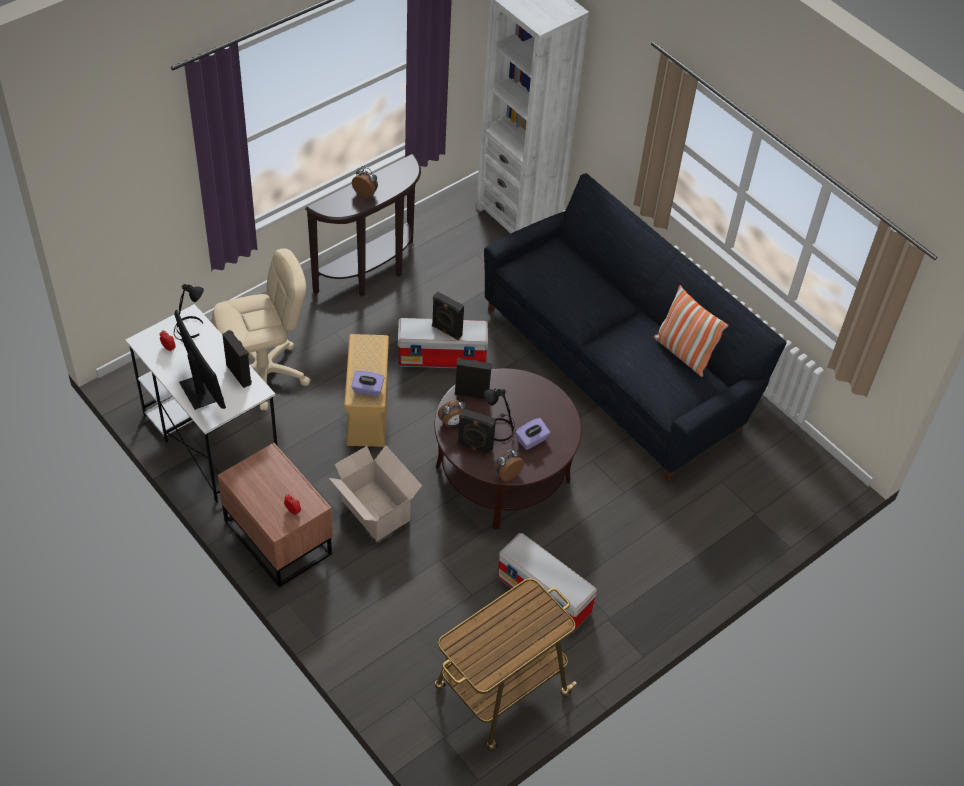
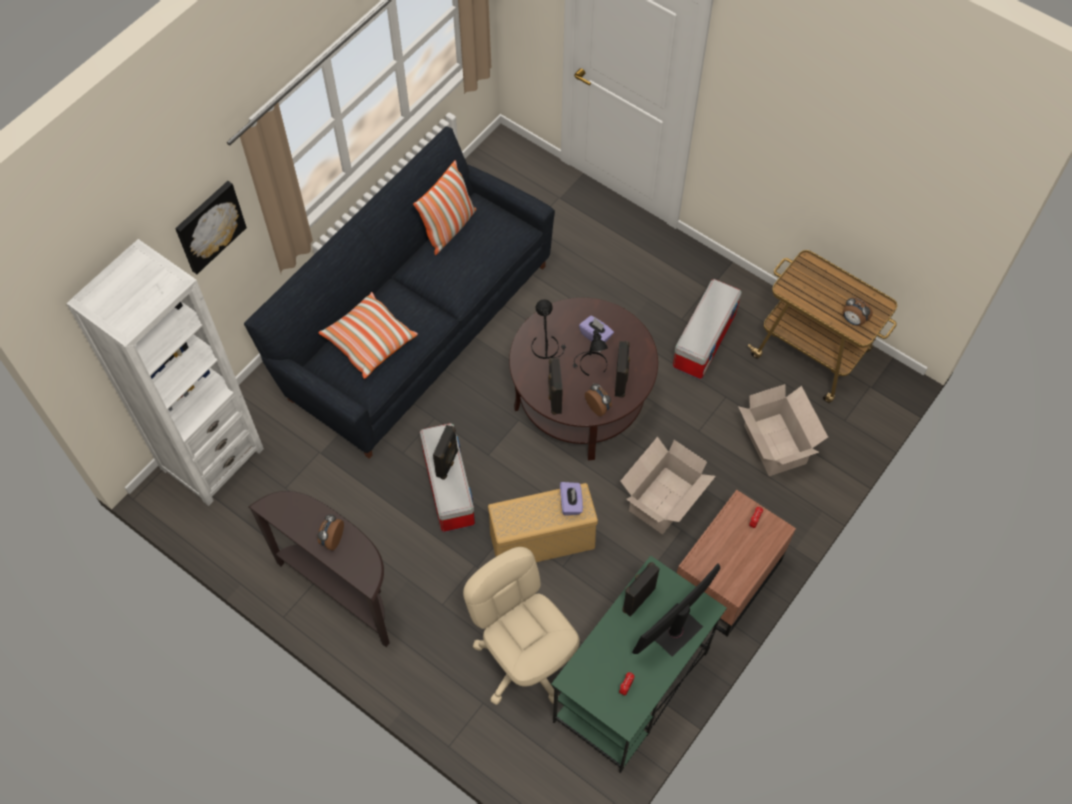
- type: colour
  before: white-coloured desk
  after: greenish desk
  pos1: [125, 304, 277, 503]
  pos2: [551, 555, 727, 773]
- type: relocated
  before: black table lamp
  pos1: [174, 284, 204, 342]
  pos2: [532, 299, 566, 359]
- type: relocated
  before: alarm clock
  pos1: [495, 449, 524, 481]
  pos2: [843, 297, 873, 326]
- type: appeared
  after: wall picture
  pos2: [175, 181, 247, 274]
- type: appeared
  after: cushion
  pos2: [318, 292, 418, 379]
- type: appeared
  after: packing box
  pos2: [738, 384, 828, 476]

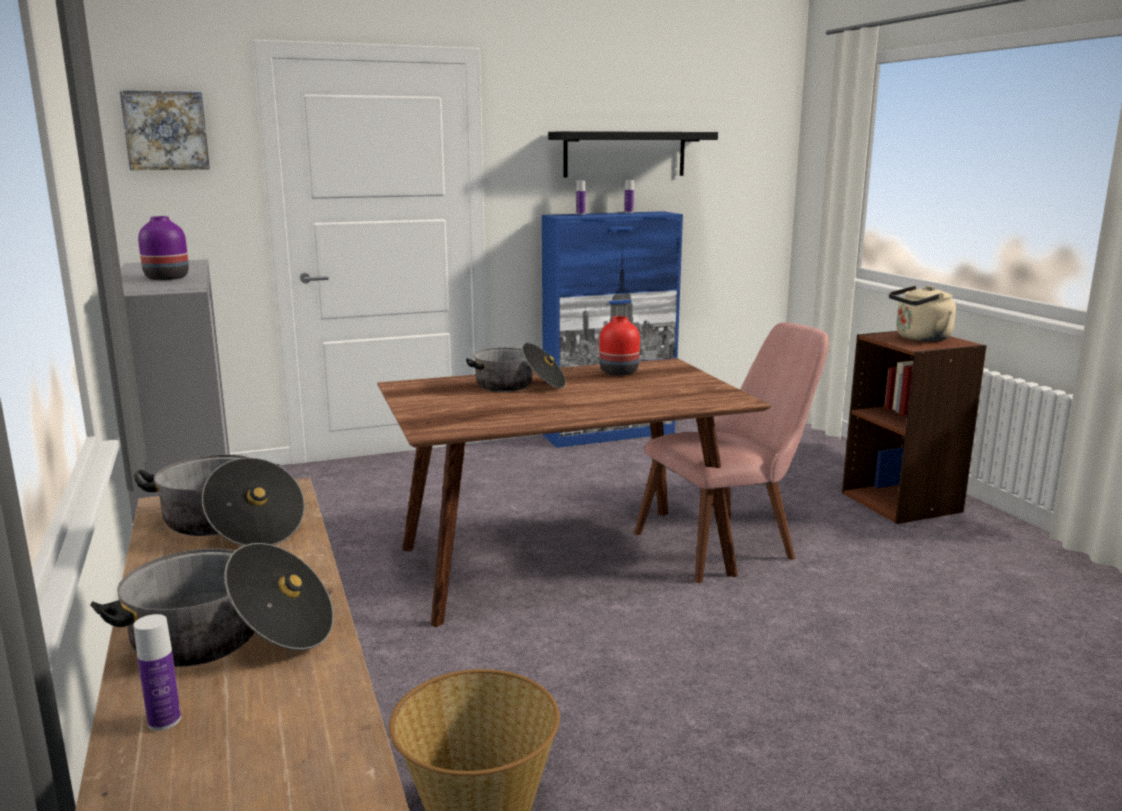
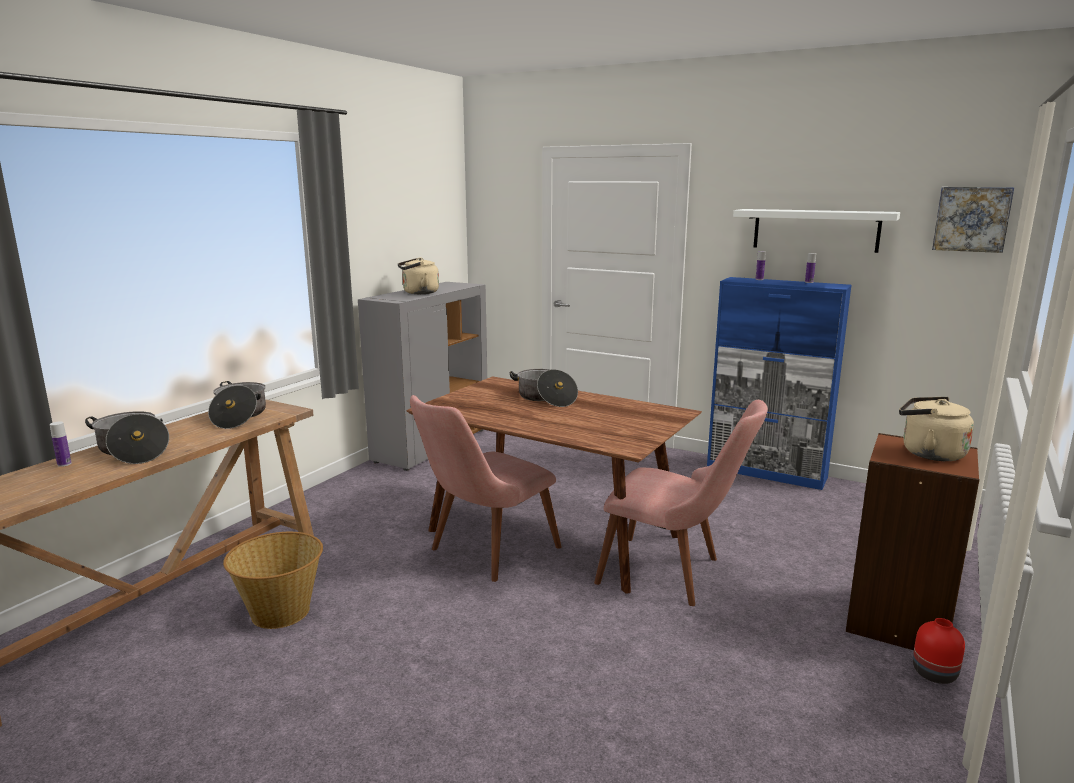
- type: relocated
  before: wall picture
  pos1: [120, 90, 210, 170]
  pos2: [932, 187, 1014, 253]
- type: exchanged
  before: purple-coloured decorative vase
  after: sand-coloured kettle
  pos1: [138, 216, 189, 280]
  pos2: [398, 257, 439, 294]
- type: colour
  before: black shelf
  after: white-coloured shelf
  pos1: [548, 131, 718, 177]
  pos2: [733, 209, 900, 253]
- type: relocated
  before: red-coloured decorative vase
  pos1: [599, 316, 640, 376]
  pos2: [913, 618, 965, 684]
- type: appeared
  after: pinkish chair
  pos2: [410, 395, 562, 582]

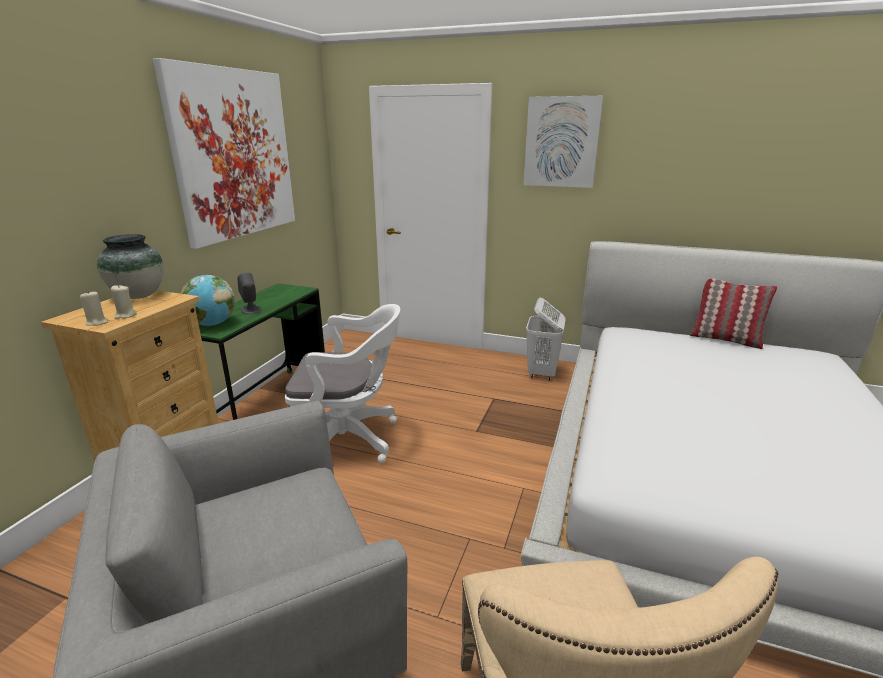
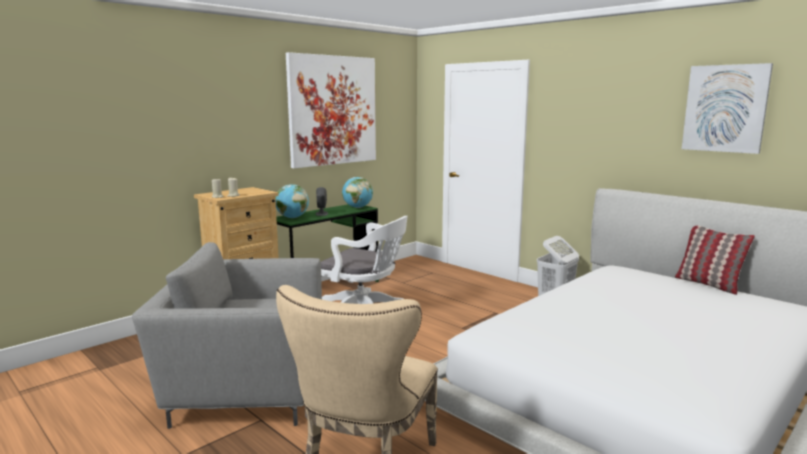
- type: missing
  before: decorative vase
  pos1: [97, 234, 163, 299]
- type: relocated
  before: wall picture
  pos1: [523, 96, 603, 188]
  pos2: [682, 63, 773, 154]
- type: appeared
  after: globe
  pos2: [342, 177, 373, 208]

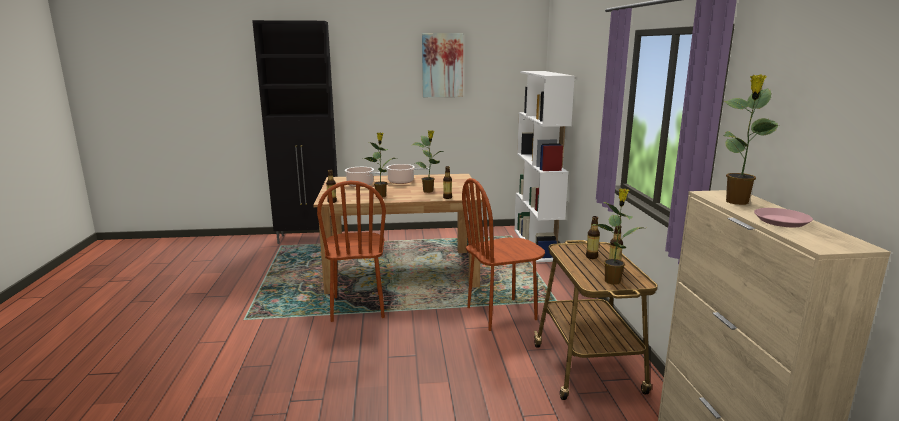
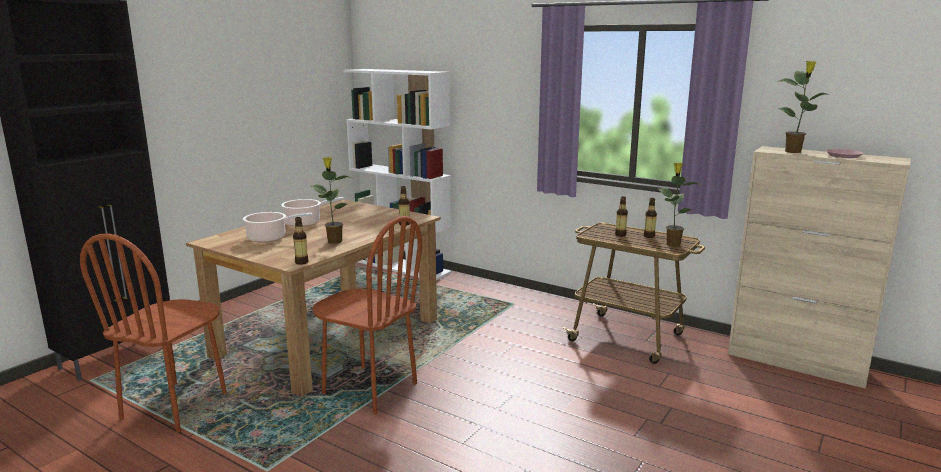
- type: missing
  before: houseplant
  pos1: [412, 130, 445, 193]
- type: missing
  before: wall picture
  pos1: [422, 33, 463, 97]
- type: relocated
  before: brown chair
  pos1: [462, 178, 545, 331]
  pos2: [80, 234, 227, 433]

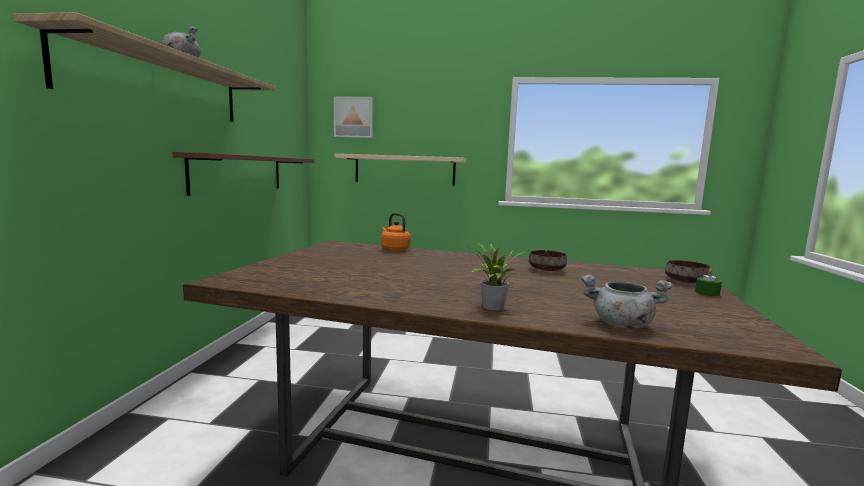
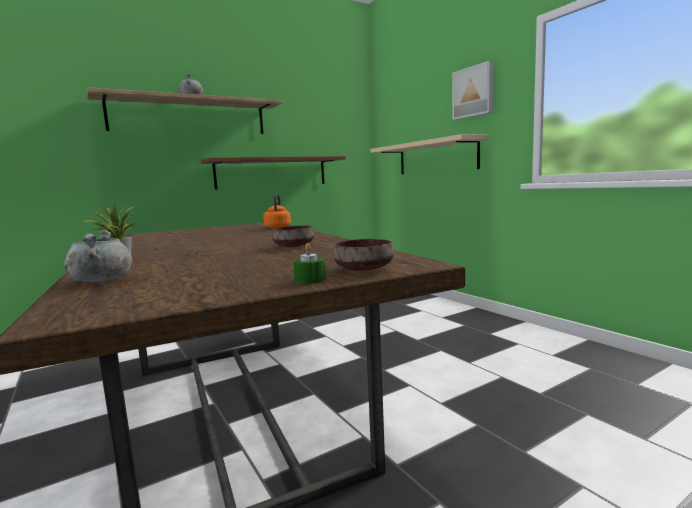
- type: relocated
  before: wall picture
  pos1: [334, 96, 373, 138]
  pos2: [452, 60, 494, 120]

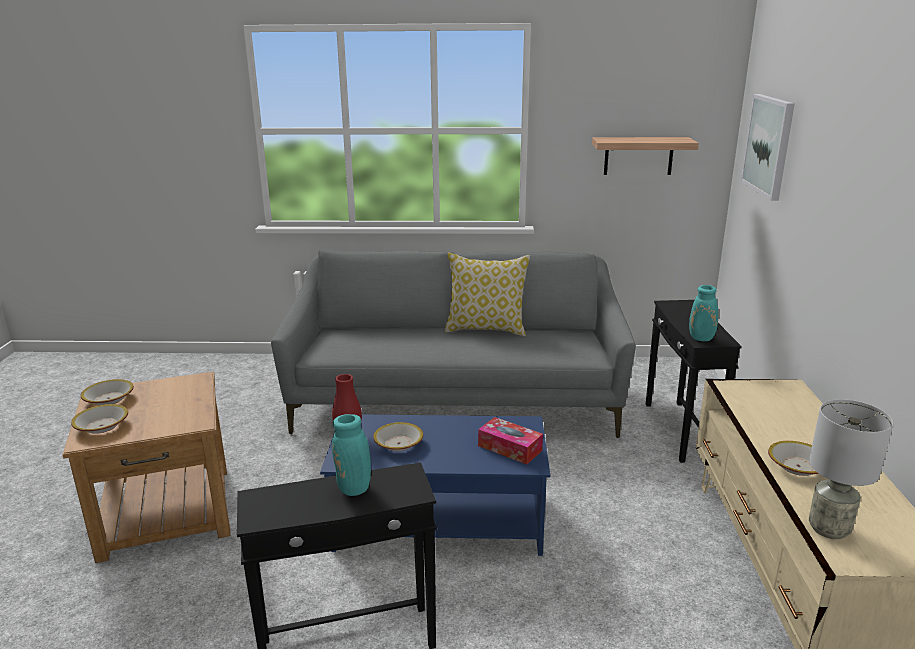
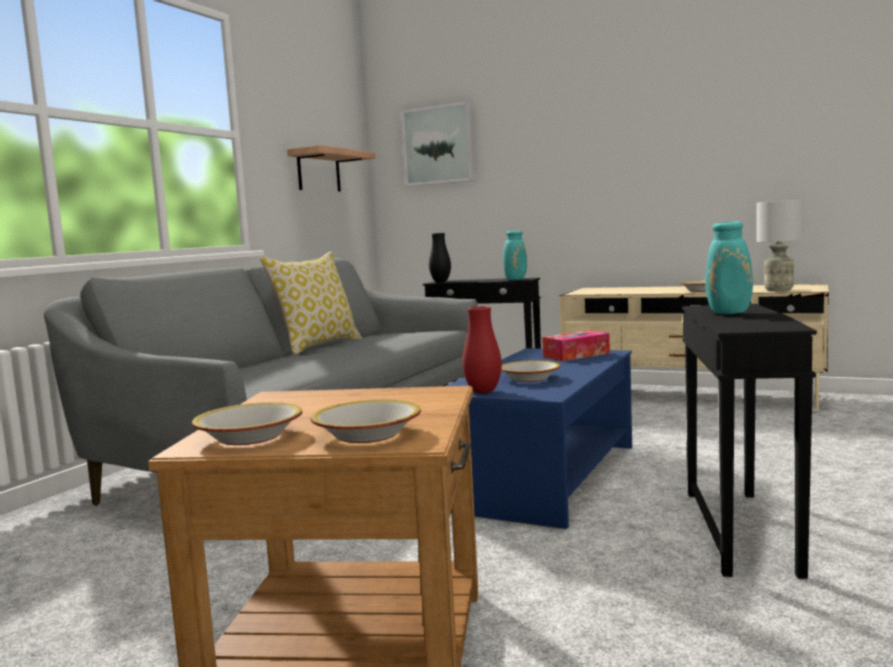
- type: appeared
  after: black decorative vase
  pos2: [429, 233, 451, 282]

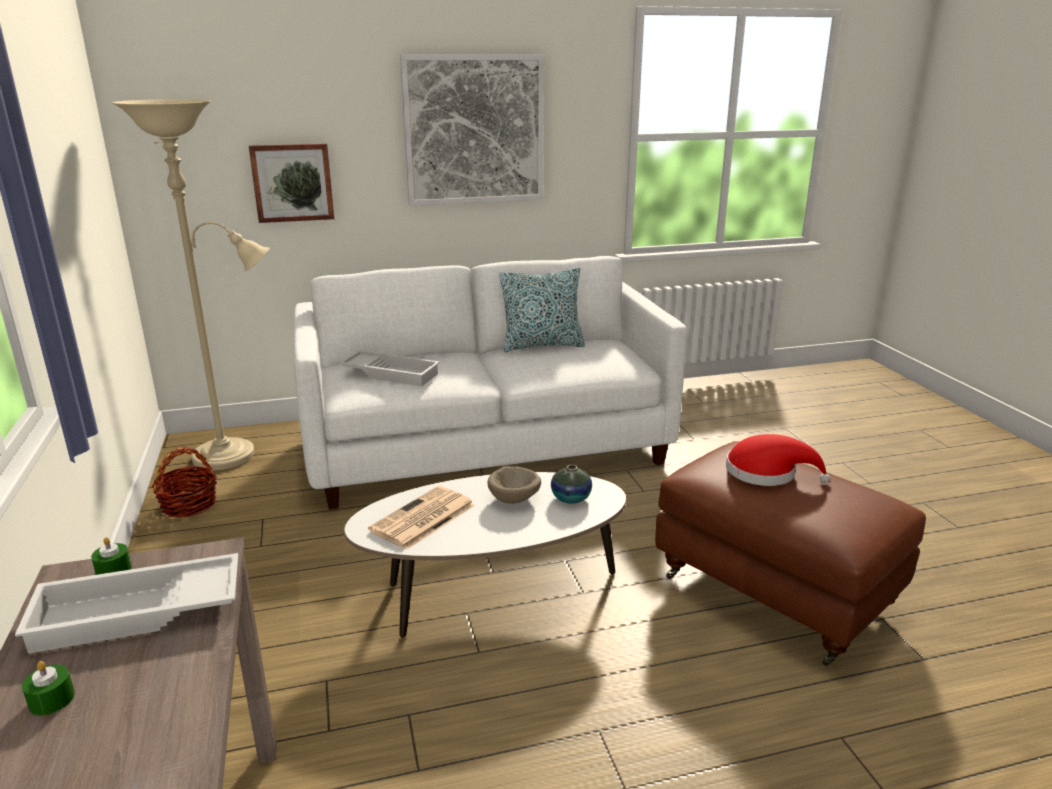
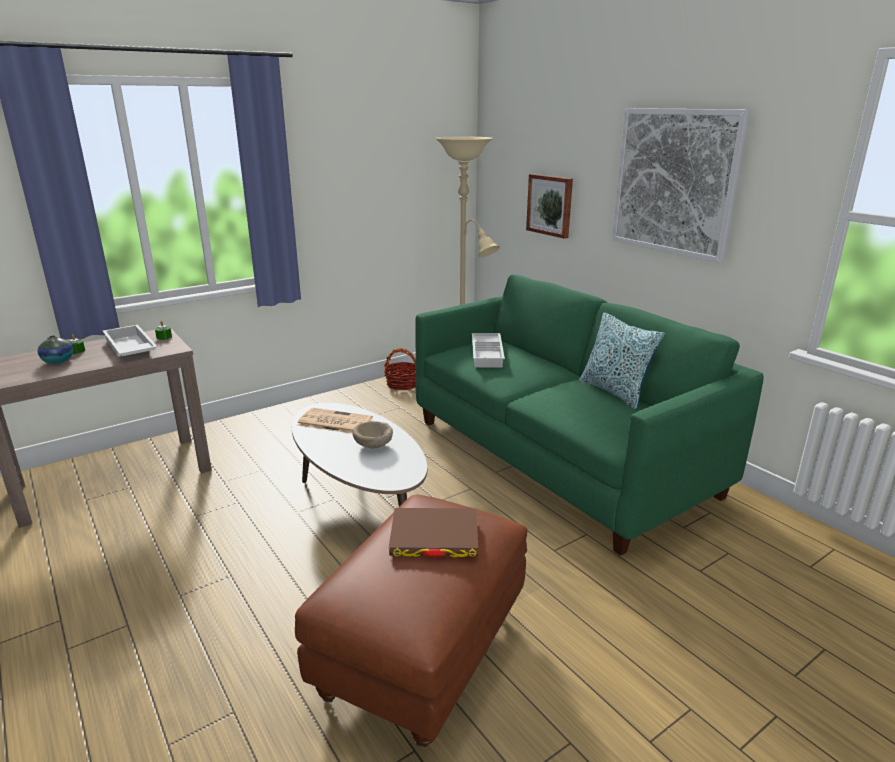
- type: colour
  before: white-coloured couch
  after: greenish couch
  pos1: [293, 256, 687, 509]
  pos2: [415, 275, 764, 556]
- type: relocated
  before: decorative vase
  pos1: [551, 465, 592, 504]
  pos2: [38, 335, 73, 364]
- type: exchanged
  before: red-coloured clothing hat
  after: brown volume
  pos1: [726, 434, 830, 486]
  pos2: [389, 508, 478, 557]

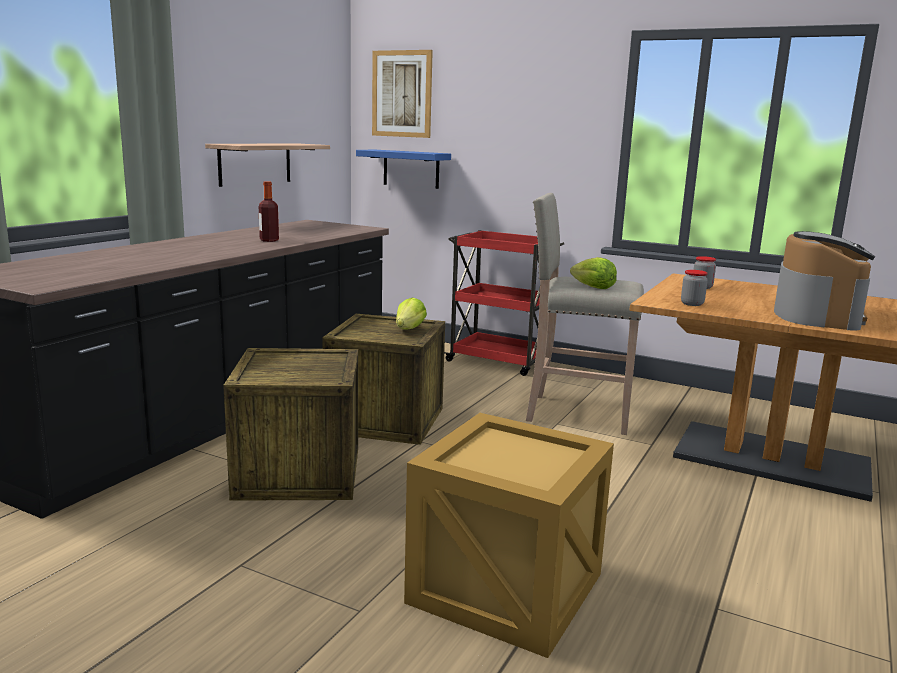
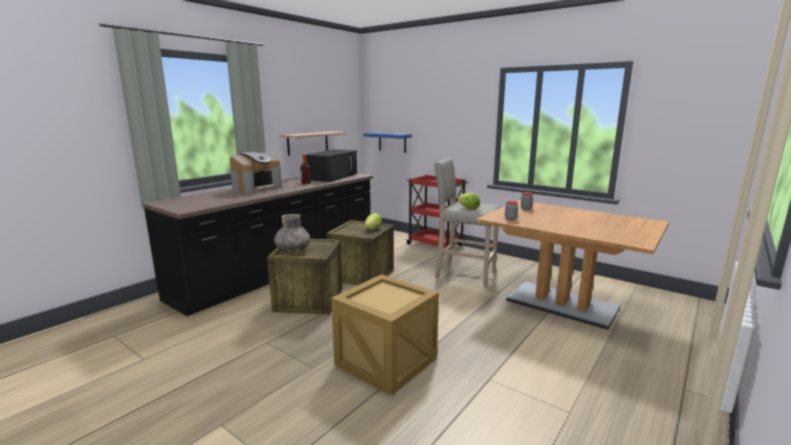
- type: missing
  before: wall picture
  pos1: [372, 50, 433, 138]
- type: relocated
  before: coffee machine
  pos1: [774, 231, 875, 331]
  pos2: [230, 152, 282, 194]
- type: appeared
  after: grey decorative vase
  pos2: [274, 214, 310, 252]
- type: appeared
  after: black microwave
  pos2: [305, 149, 357, 182]

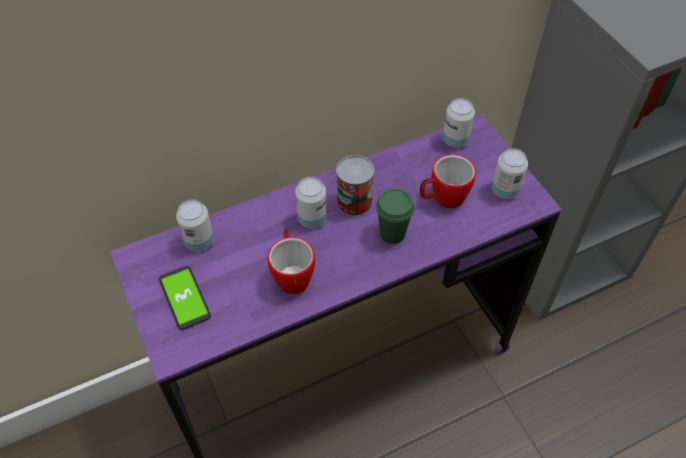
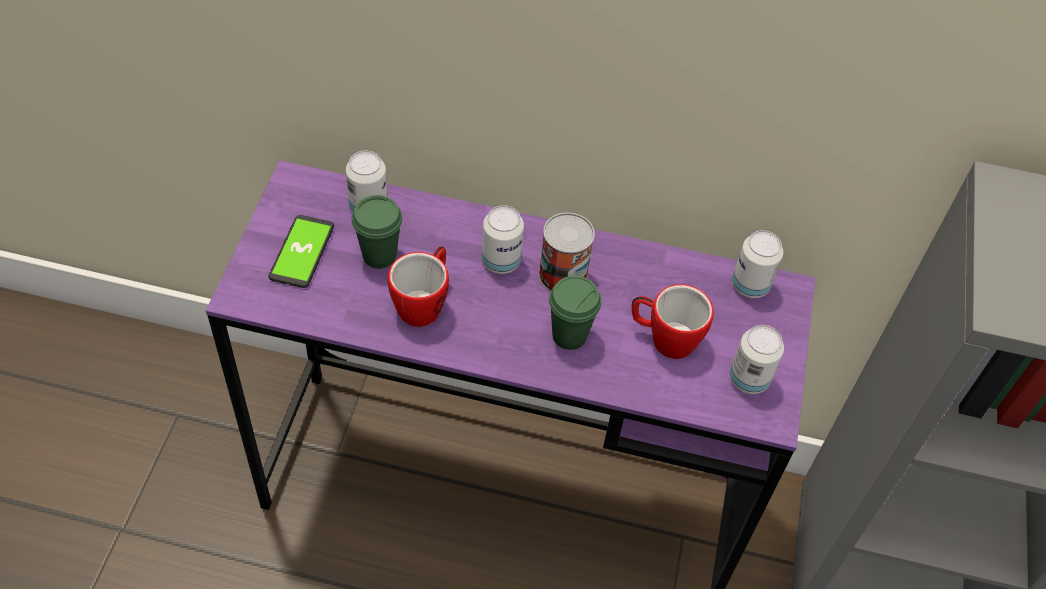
- type: appeared
  after: greenish cup
  pos2: [351, 195, 403, 269]

